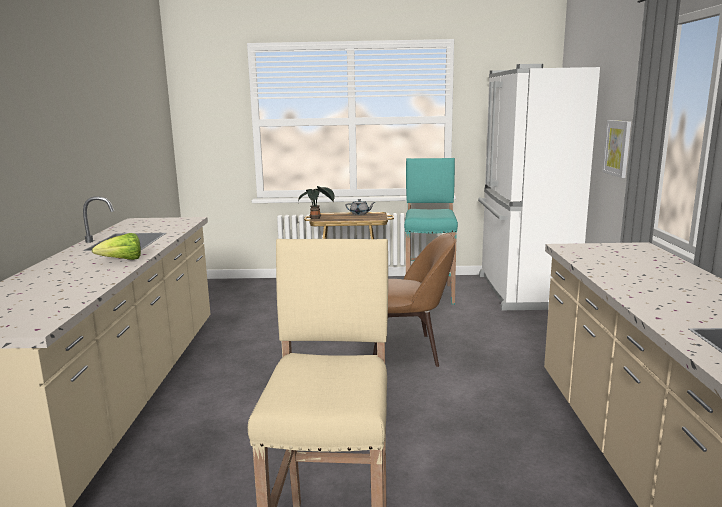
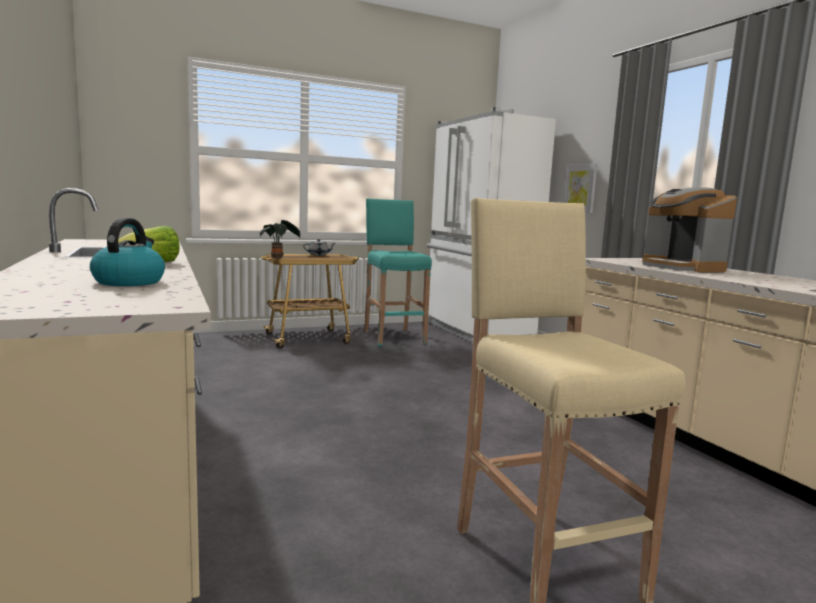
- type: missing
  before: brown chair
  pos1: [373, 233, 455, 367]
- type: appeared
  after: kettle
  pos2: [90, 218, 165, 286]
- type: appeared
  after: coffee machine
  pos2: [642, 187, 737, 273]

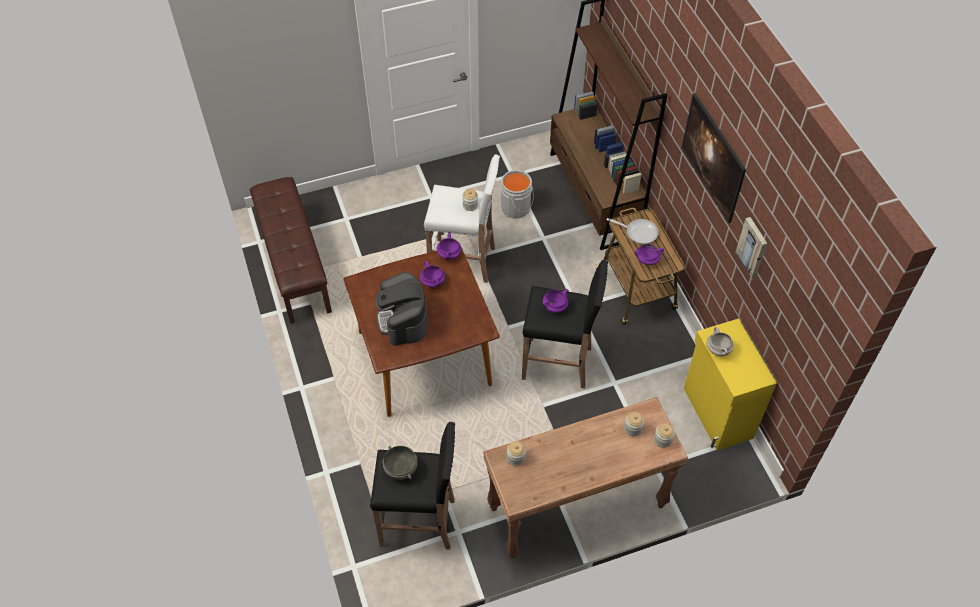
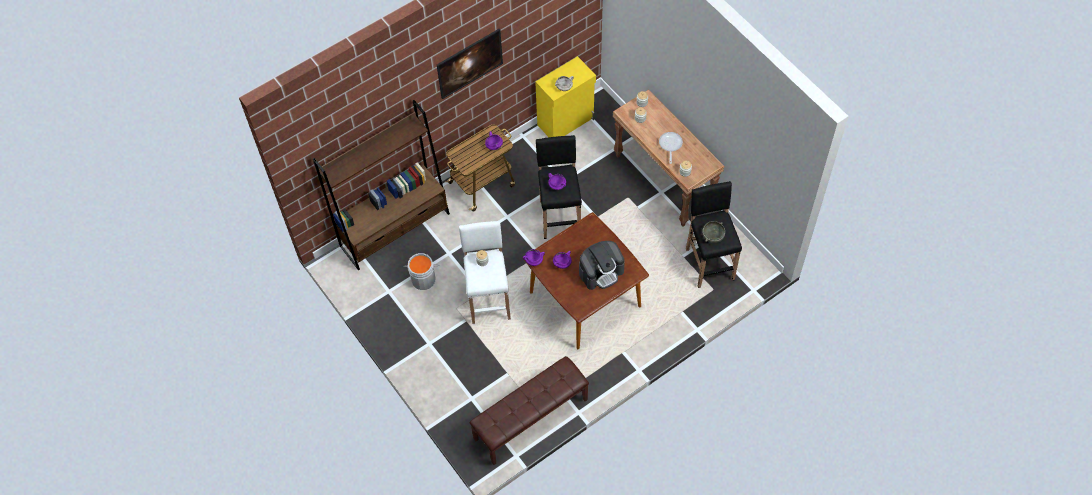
- type: relocated
  before: frying pan
  pos1: [606, 218, 659, 244]
  pos2: [659, 132, 683, 164]
- type: missing
  before: wall picture
  pos1: [736, 217, 767, 278]

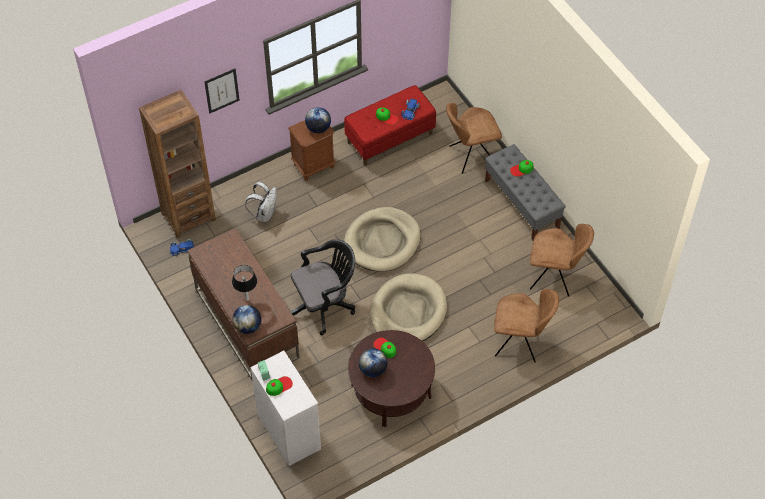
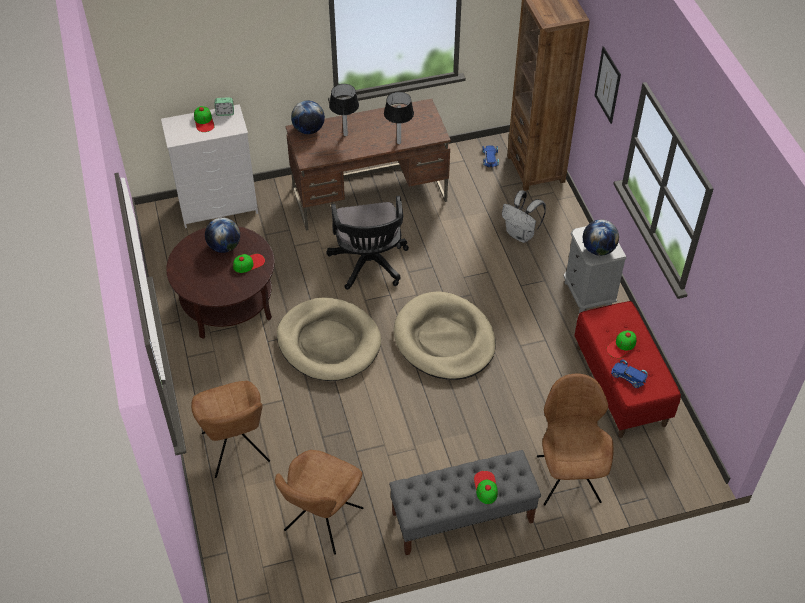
- type: colour
  before: brown bedside table
  after: grey bedside table
  pos1: [288, 120, 336, 181]
  pos2: [564, 226, 627, 313]
- type: spun
  before: brown chair
  pos1: [494, 289, 559, 362]
  pos2: [191, 381, 270, 478]
  turn: -45
- type: appeared
  after: table lamp
  pos2: [384, 92, 414, 144]

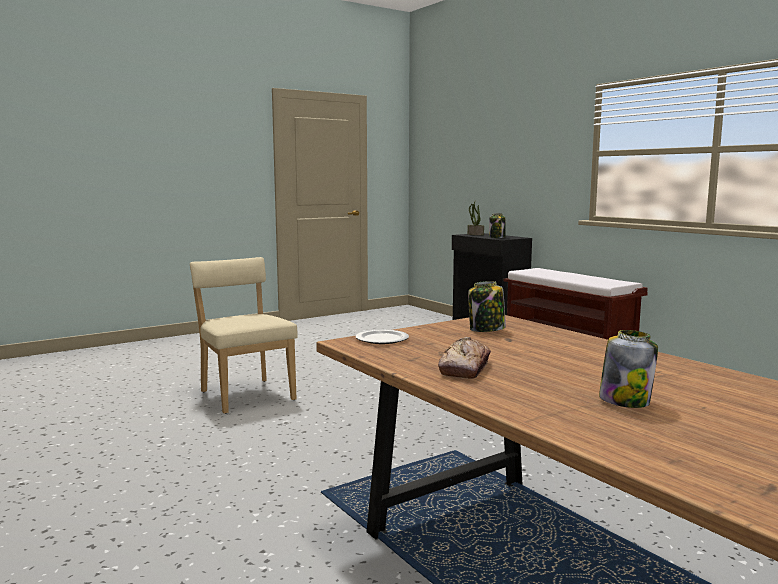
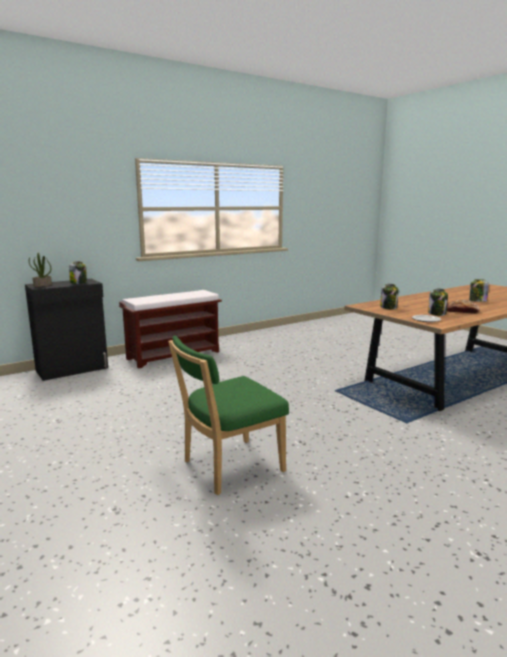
- type: colour
  before: sand-coloured chair
  after: greenish chair
  pos1: [190, 257, 298, 414]
  pos2: [168, 335, 289, 495]
- type: appeared
  after: preserve jar
  pos2: [428, 288, 448, 316]

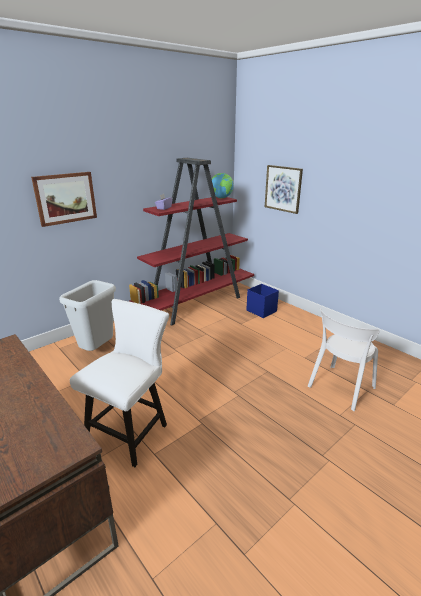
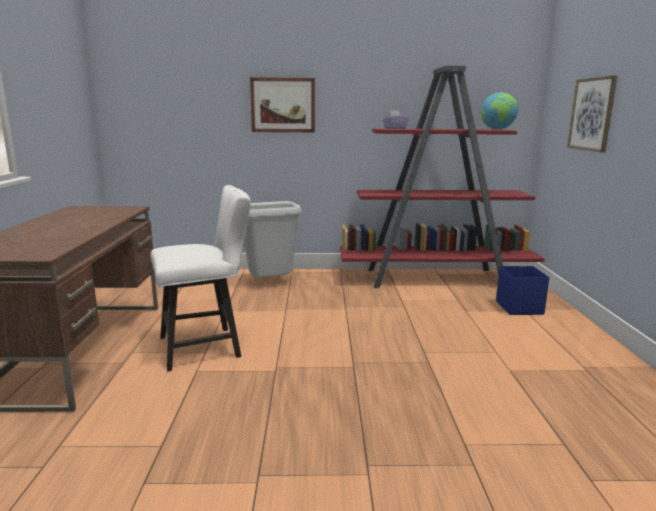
- type: missing
  before: white-coloured chair
  pos1: [308, 308, 379, 411]

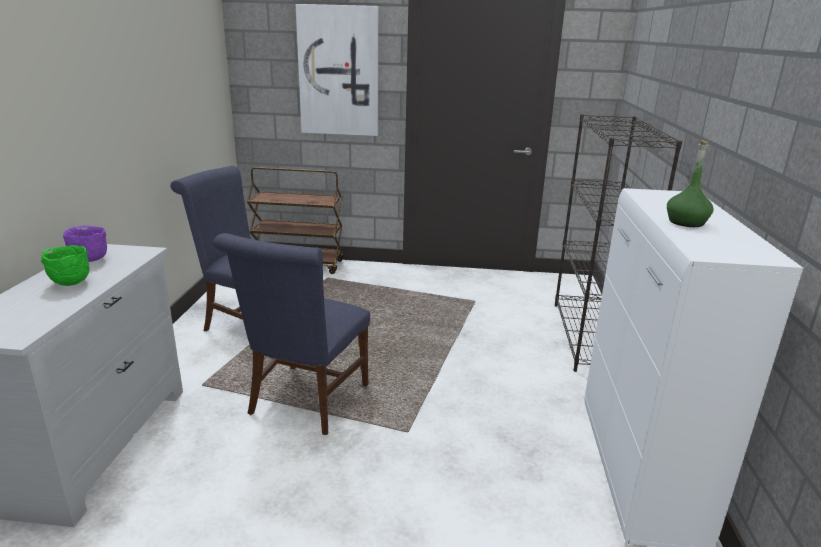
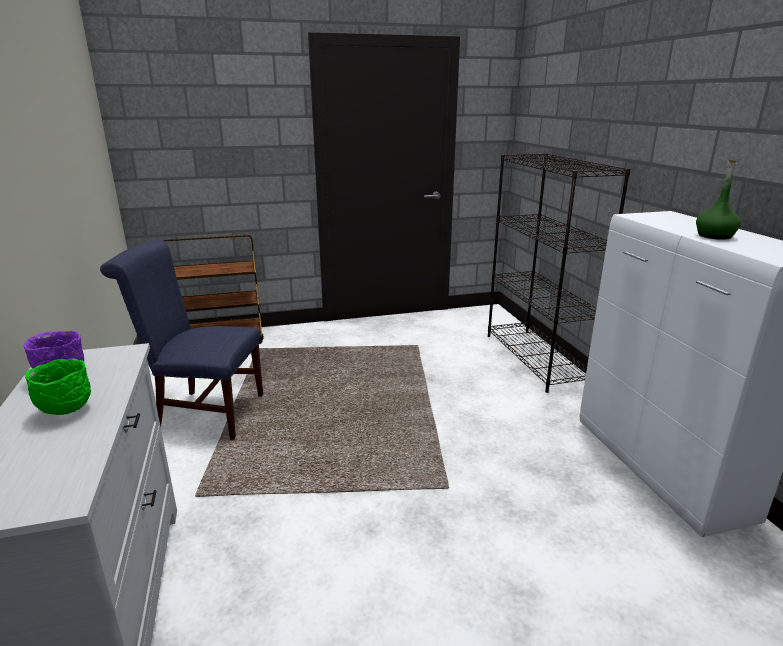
- type: missing
  before: blue chair
  pos1: [213, 233, 370, 435]
- type: missing
  before: wall picture
  pos1: [296, 4, 379, 136]

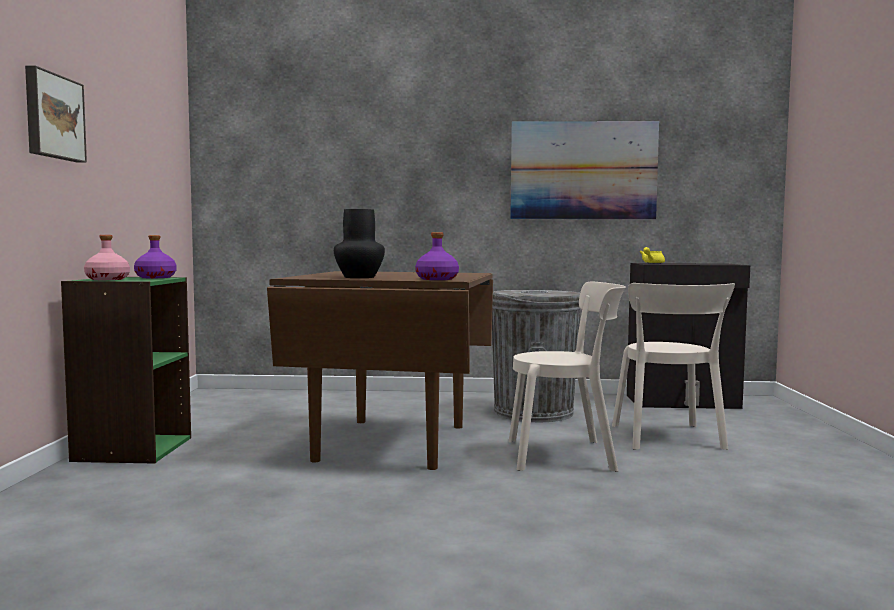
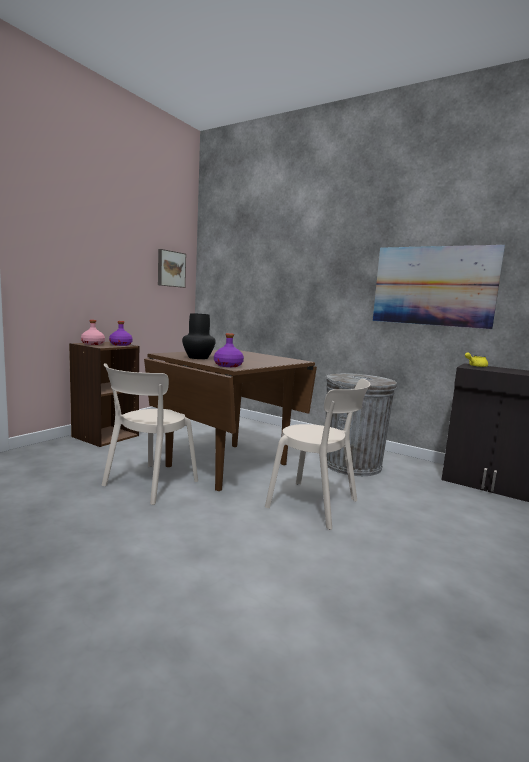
- type: relocated
  before: wall picture
  pos1: [25, 66, 87, 163]
  pos2: [158, 249, 186, 288]
- type: colour
  before: greenish shelving unit
  after: brown shelving unit
  pos1: [61, 277, 191, 464]
  pos2: [69, 342, 139, 447]
- type: relocated
  before: sand-coloured chair
  pos1: [612, 283, 735, 450]
  pos2: [102, 363, 198, 505]

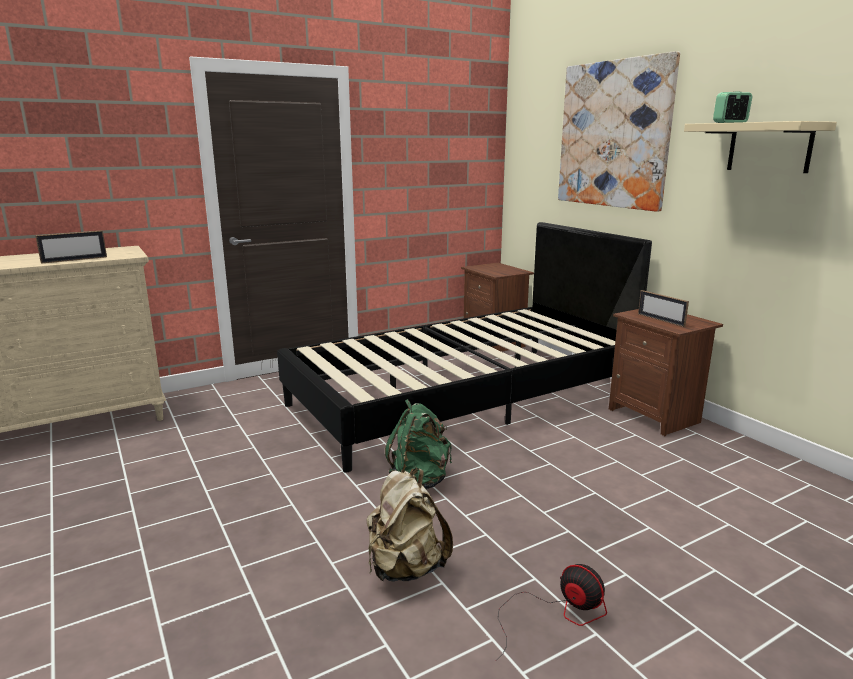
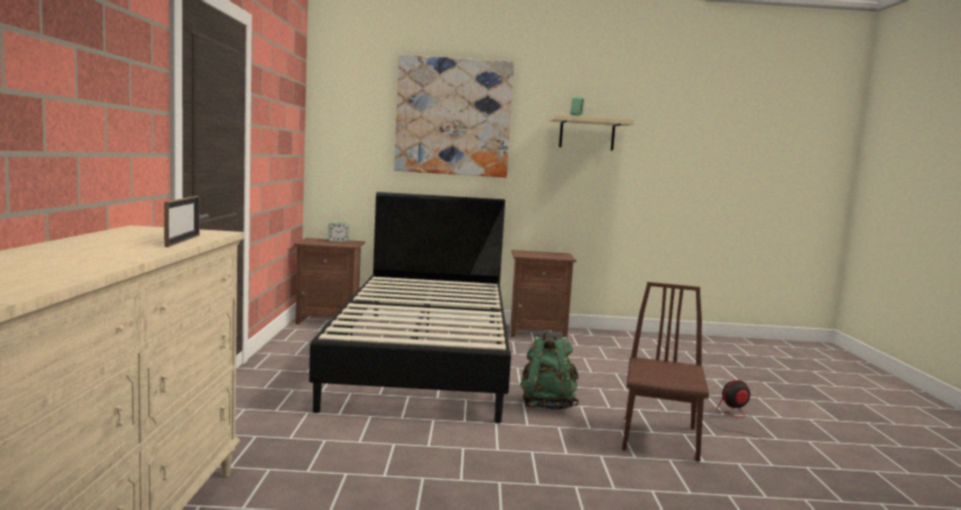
- type: exchanged
  before: sand-coloured knapsack
  after: brown chair
  pos1: [366, 468, 453, 582]
  pos2: [622, 282, 709, 462]
- type: missing
  before: standing frame
  pos1: [638, 290, 689, 327]
- type: appeared
  after: alarm clock
  pos2: [328, 222, 349, 242]

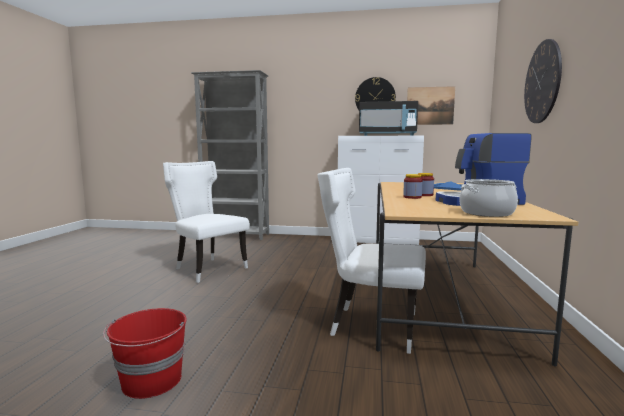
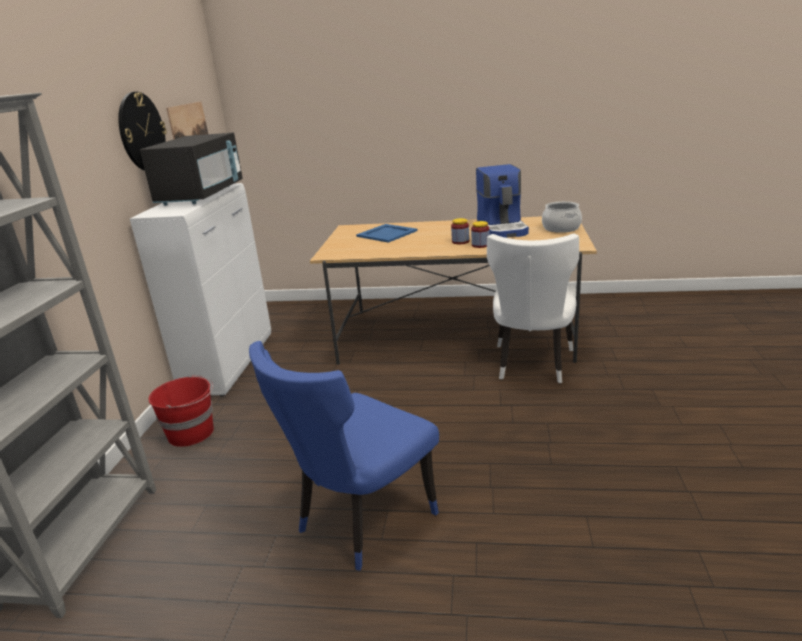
- type: relocated
  before: red-coloured bucket
  pos1: [103, 308, 187, 399]
  pos2: [148, 375, 214, 447]
- type: colour
  before: white-coloured chair
  after: blue chair
  pos1: [163, 161, 250, 283]
  pos2: [249, 341, 439, 571]
- type: missing
  before: clock on the wall
  pos1: [524, 39, 562, 123]

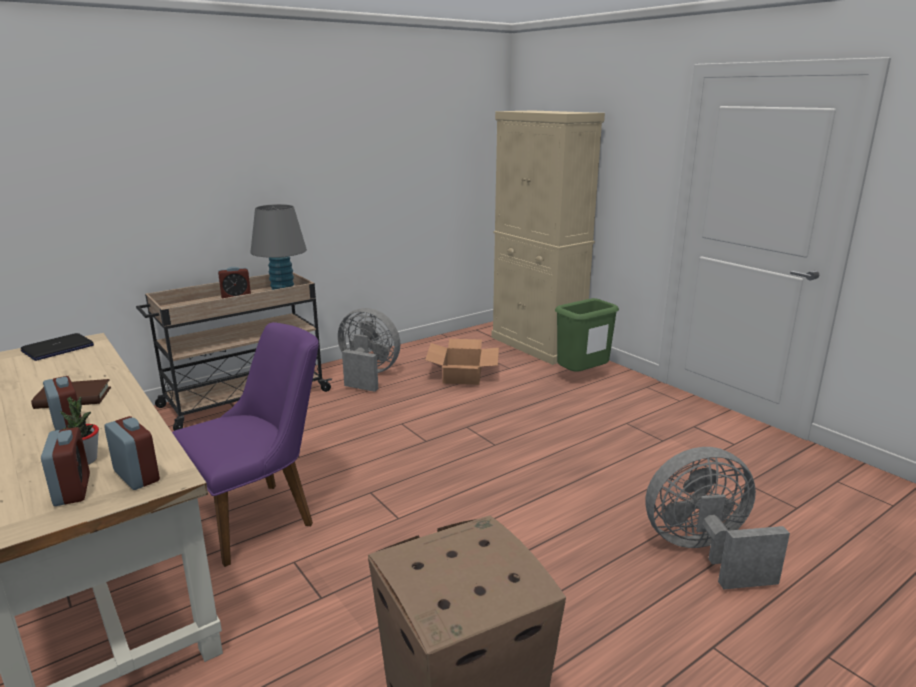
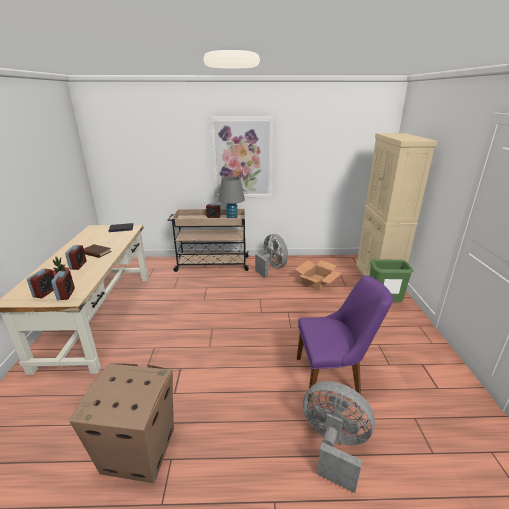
- type: relocated
  before: purple-coloured chair
  pos1: [172, 322, 319, 567]
  pos2: [297, 275, 393, 402]
- type: appeared
  after: wall picture
  pos2: [210, 117, 273, 197]

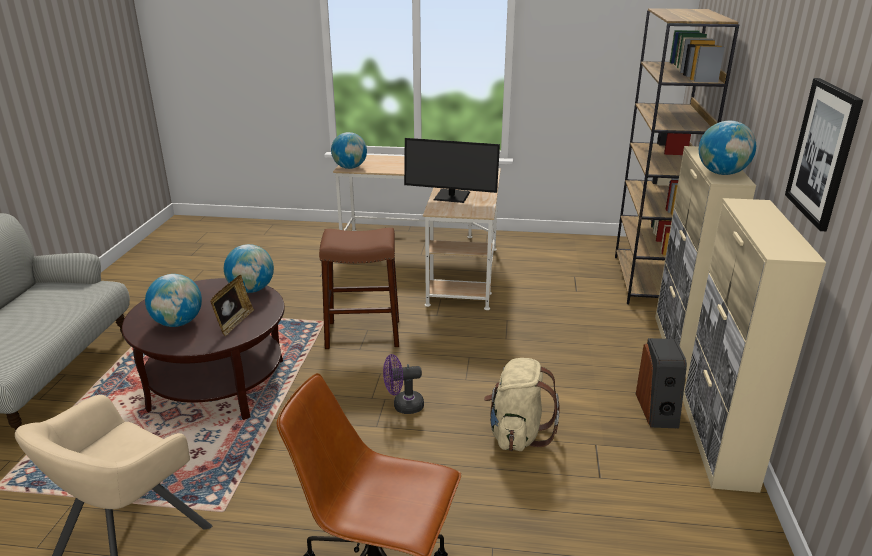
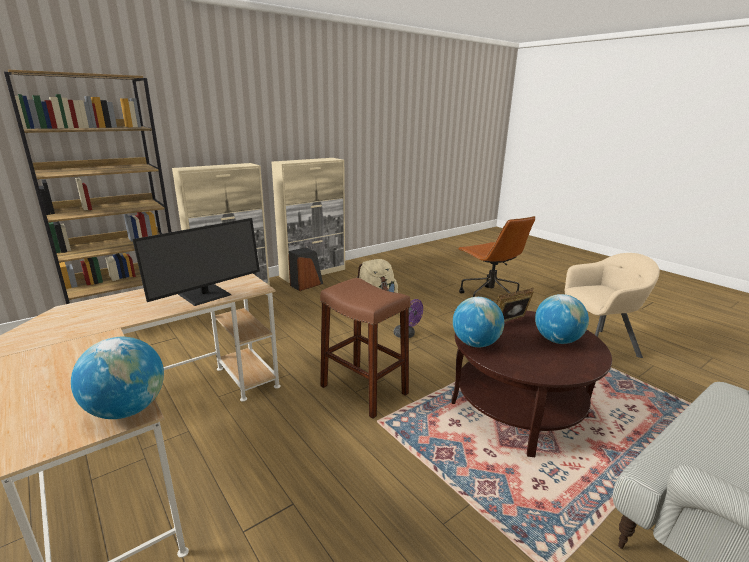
- type: spun
  before: monitor
  pos1: [404, 138, 500, 203]
  pos2: [132, 218, 260, 306]
  turn: 75
- type: missing
  before: globe
  pos1: [699, 121, 756, 175]
- type: missing
  before: wall picture
  pos1: [785, 78, 863, 231]

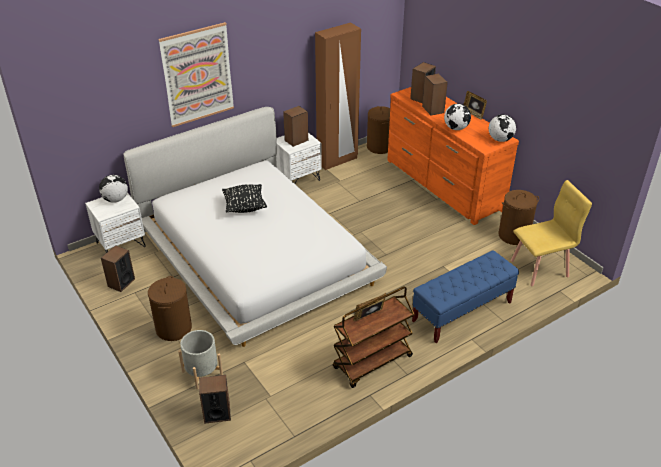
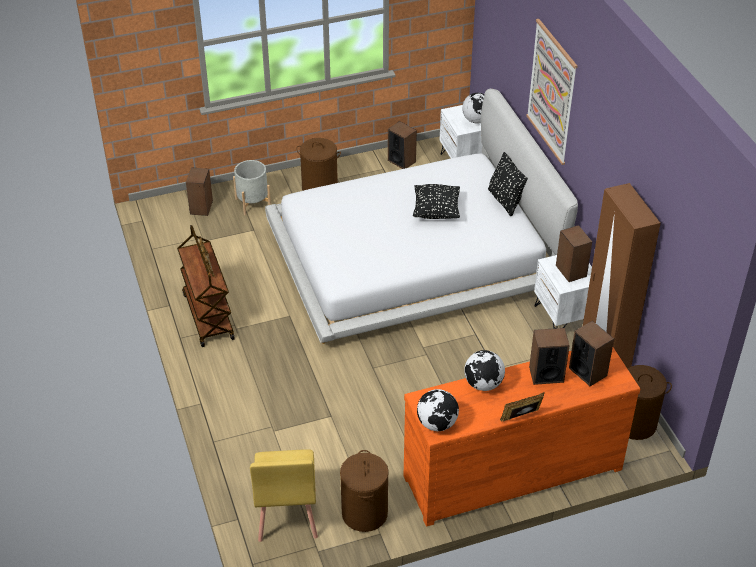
- type: missing
  before: blue long seat
  pos1: [412, 250, 519, 343]
- type: appeared
  after: black cushion
  pos2: [488, 152, 528, 217]

